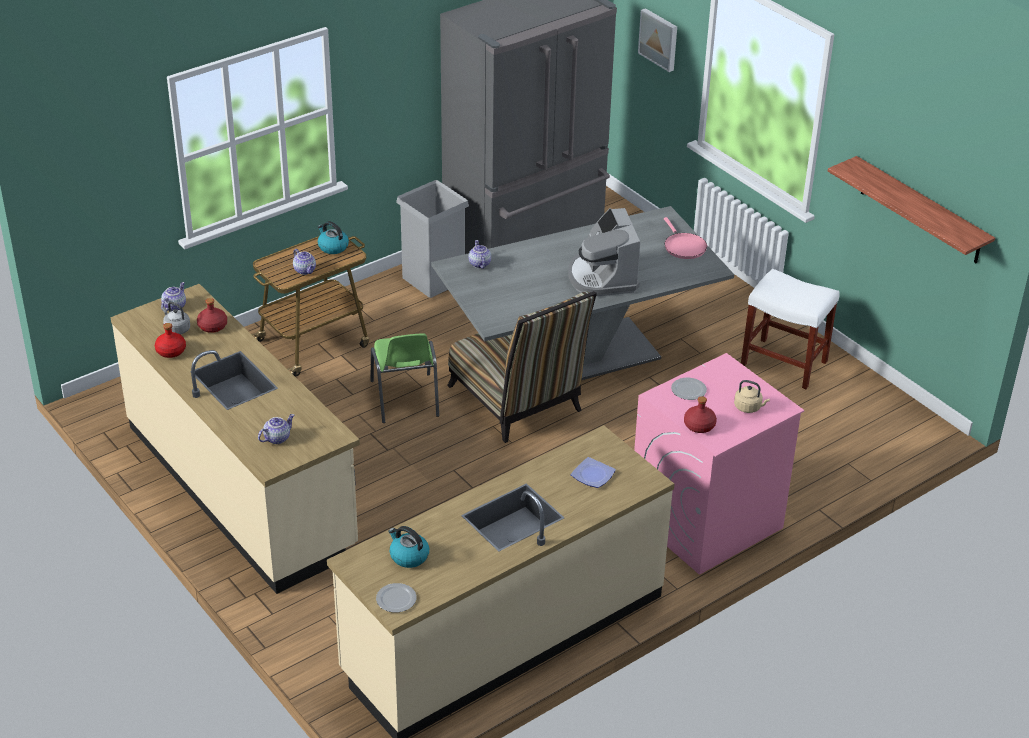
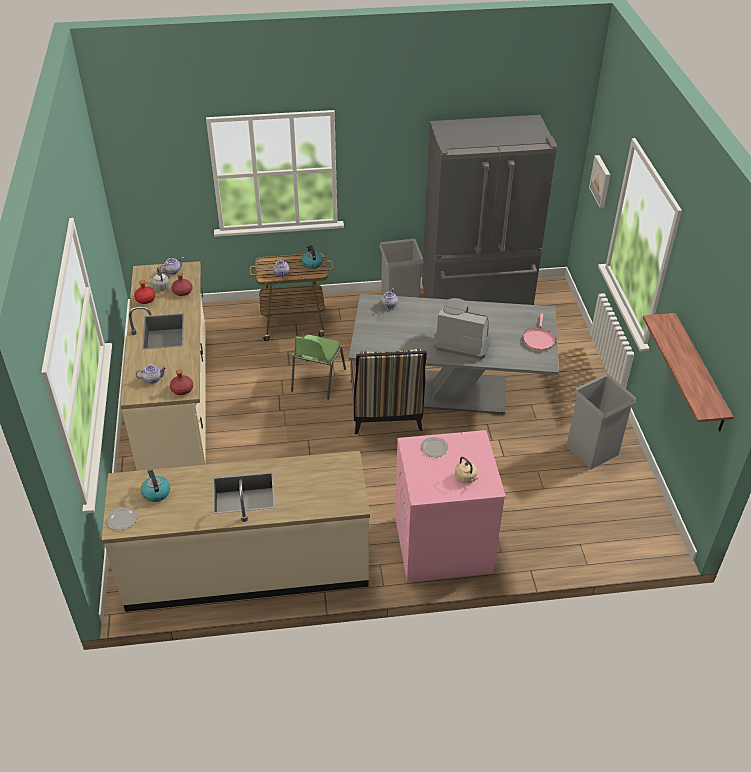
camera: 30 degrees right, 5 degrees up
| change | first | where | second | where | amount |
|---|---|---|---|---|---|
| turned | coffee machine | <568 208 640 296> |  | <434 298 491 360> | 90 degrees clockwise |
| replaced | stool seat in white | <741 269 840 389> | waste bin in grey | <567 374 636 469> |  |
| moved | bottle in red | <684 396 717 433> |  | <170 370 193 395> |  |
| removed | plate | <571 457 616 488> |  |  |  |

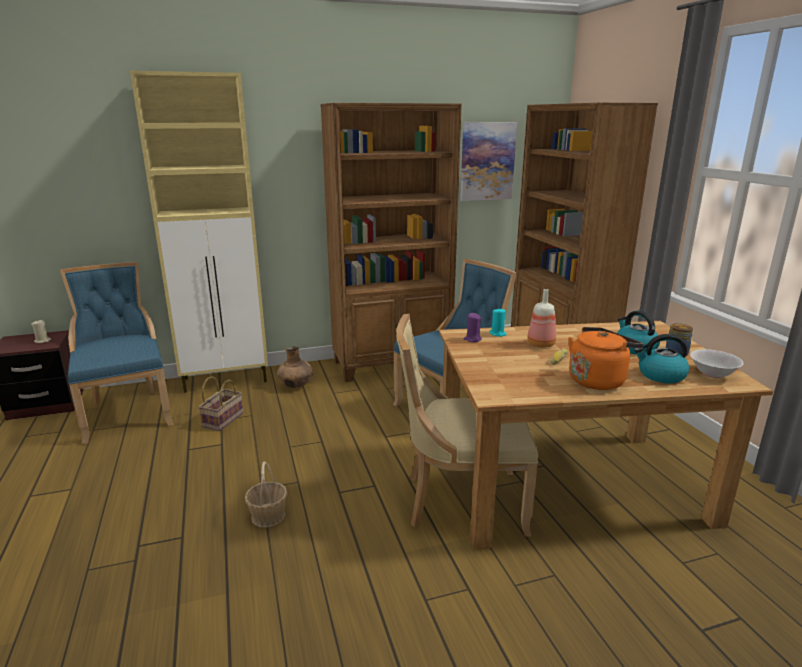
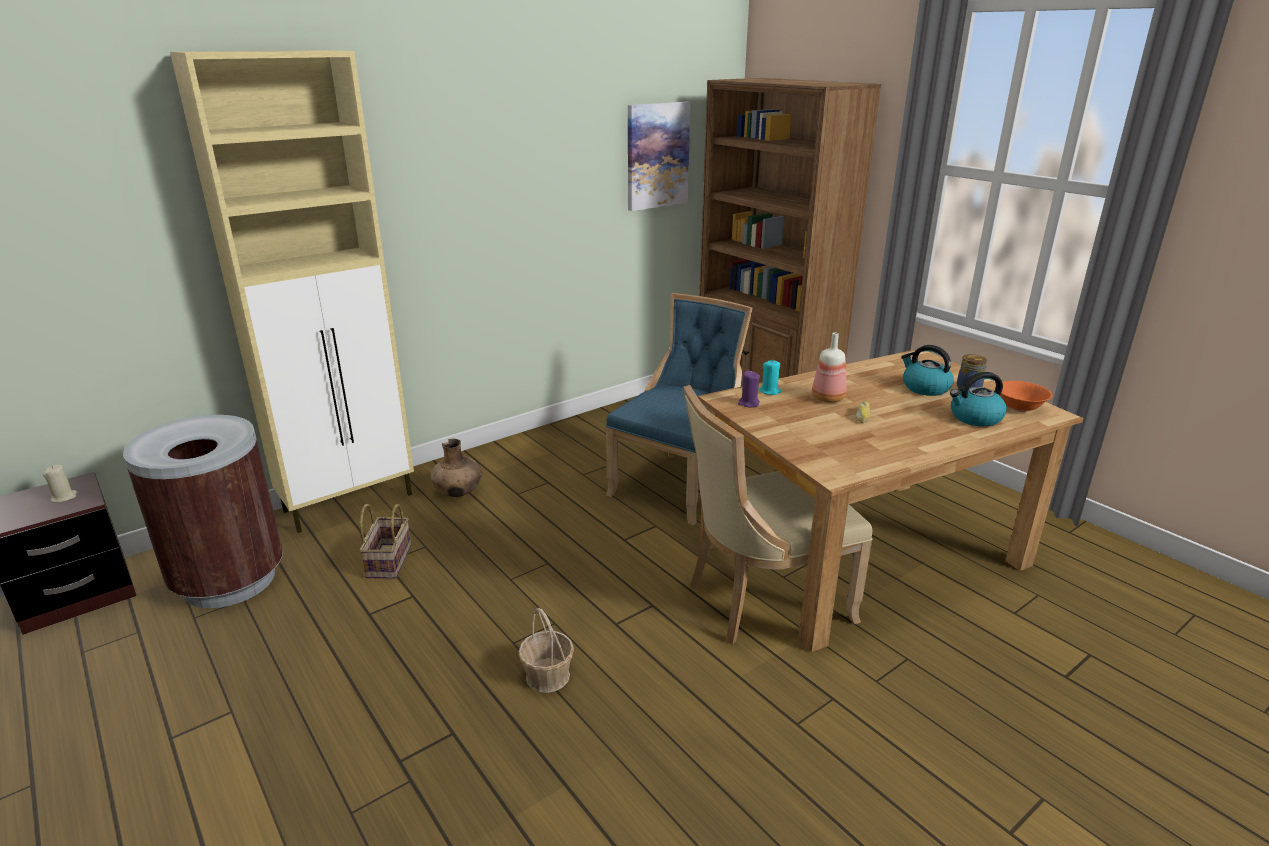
camera: 20 degrees left, 5 degrees up
| change | first | where | second | where | amount |
|---|---|---|---|---|---|
| removed | bookcase in brownish | <321 103 462 382> |  |  |  |
| replaced | upright chair in blue-coloured | <60 262 174 444> | waste bin in brownish | <123 415 283 608> |  |
| removed | tea kettle in orange | <569 327 643 390> |  |  |  |
| recoloured | serving bowl in white | <690 349 744 378> | serving bowl in orange | <1000 381 1052 412> |  |

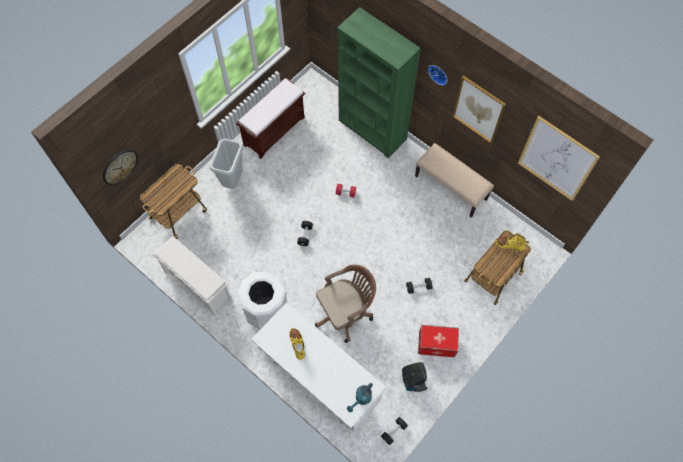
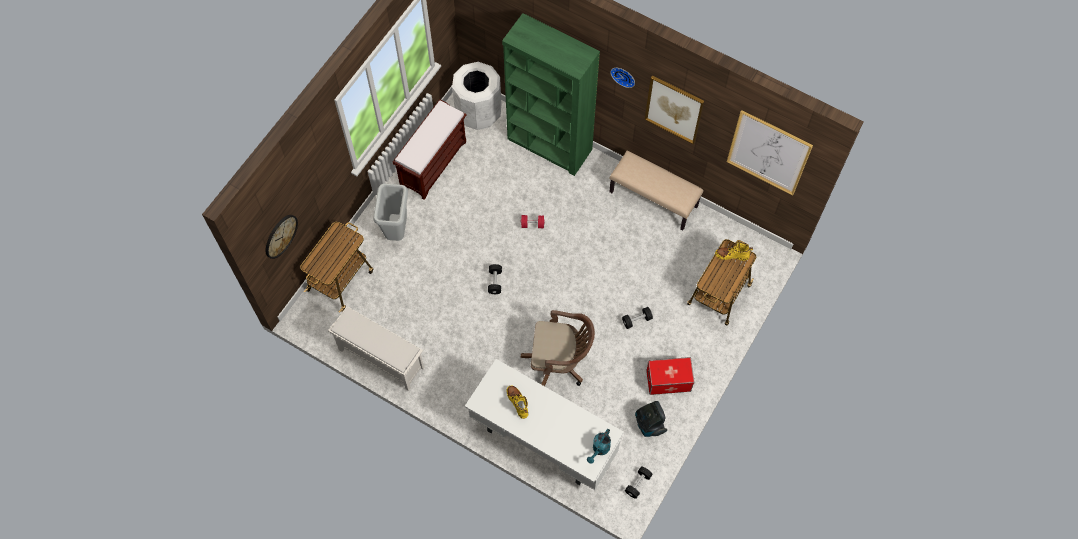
camera: 10 degrees left, 0 degrees up
| change | first | where | second | where | amount |
|---|---|---|---|---|---|
| turned | desk chair in brownish | <315 264 376 343> |  | <521 310 595 386> | 45 degrees clockwise |
| moved | waste bin in white | <238 271 288 330> |  | <452 62 501 130> |  |

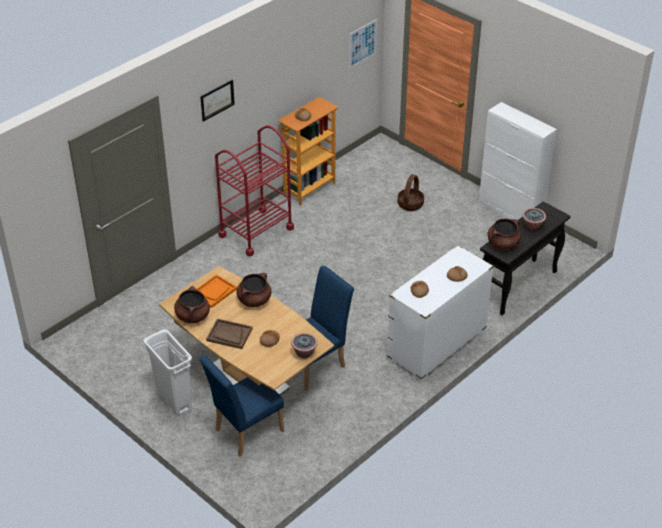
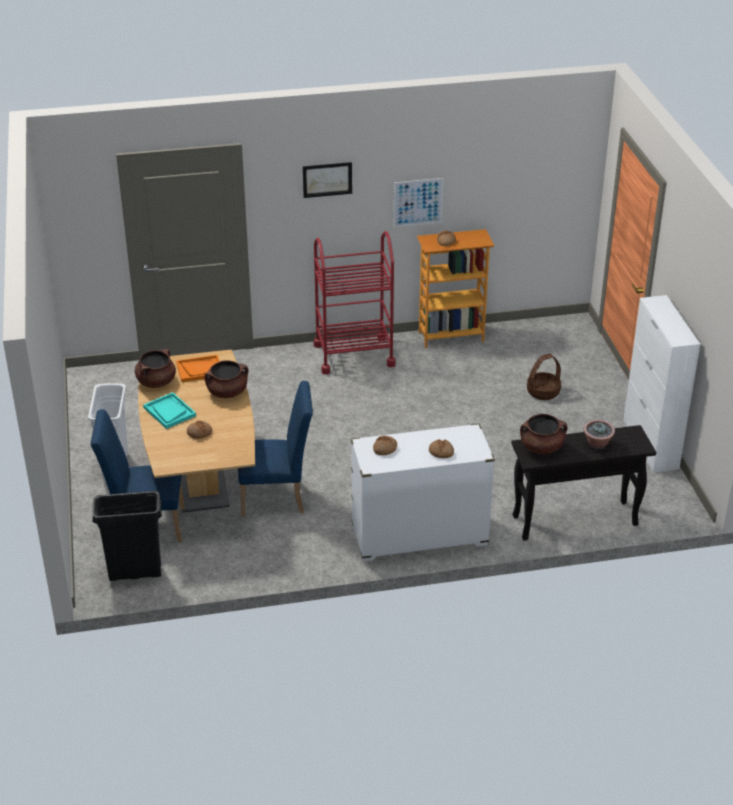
camera: 35 degrees right, 5 degrees down
| change | first | where | second | where | amount |
|---|---|---|---|---|---|
| moved | picture | <349 19 377 69> |  | <394 178 444 227> |  |
| recoloured | tray in brownish | <206 319 253 349> | tray in turquoise-coloured | <143 392 196 429> |  |
| removed | potted plant | <291 333 318 358> |  |  |  |
| added |  |  | waste bin in black | <92 491 162 581> |  |

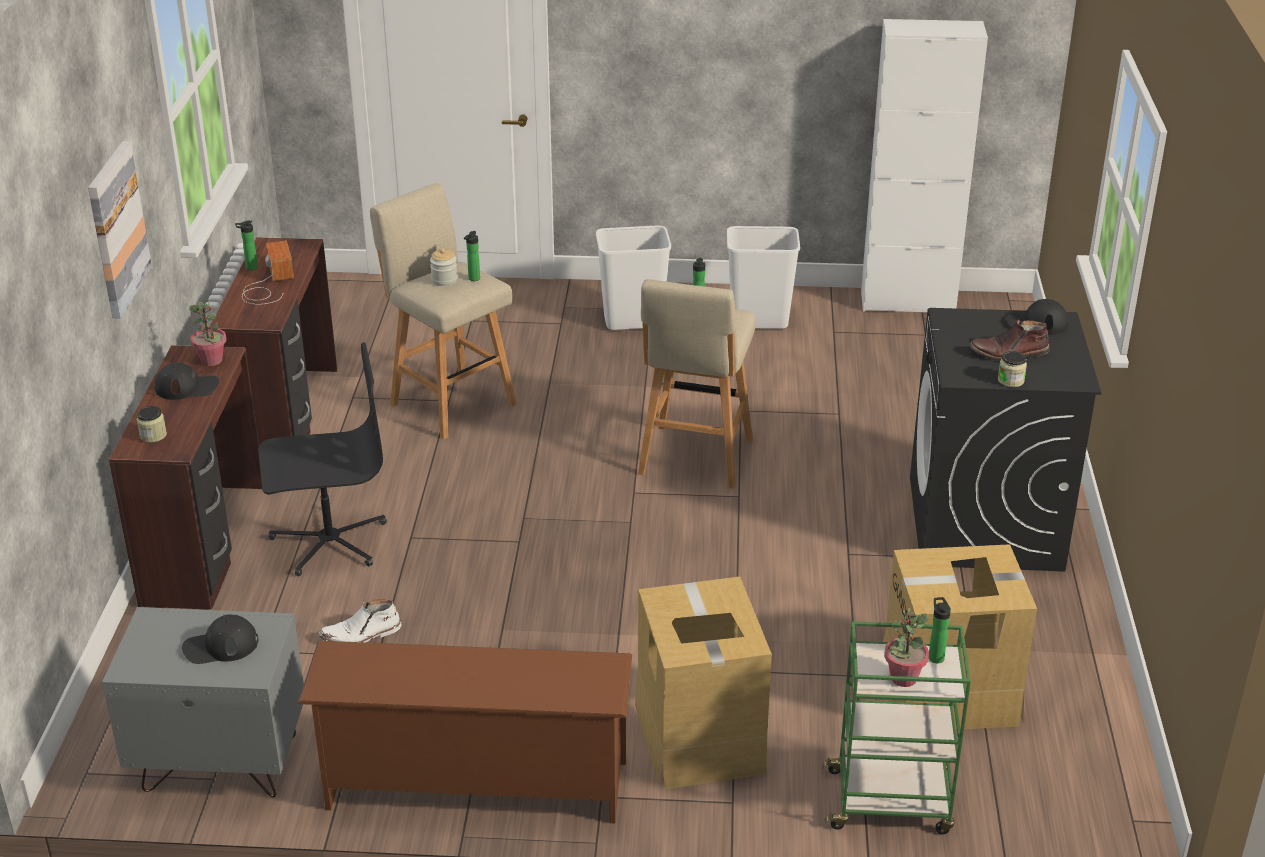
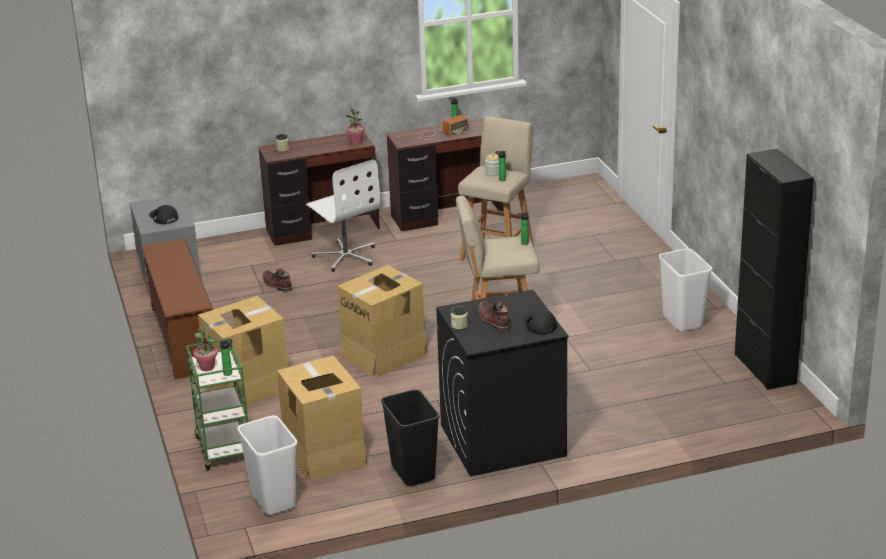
camera: 70 degrees right, 5 degrees down
| change | first | where | second | where | amount |
|---|---|---|---|---|---|
| recoloured | cupboard in white | <861 19 988 312> | cupboard in black | <735 149 814 390> |  |
| removed | picture | <88 141 152 319> |  |  |  |
| moved | waste bin in white | <596 226 671 330> |  | <237 416 297 515> |  |
| recoloured | desk chair in black | <258 342 387 576> | desk chair in white | <306 159 381 272> |  |
| removed | cap in black | <155 363 219 400> |  |  |  |
| recoloured | tall boot in white | <319 599 401 642> | tall boot in brownish | <263 269 293 292> |  |
| added |  |  | cardboard box | <337 265 428 377> |  |
| added |  |  | waste bin in black | <381 389 440 486> |  |

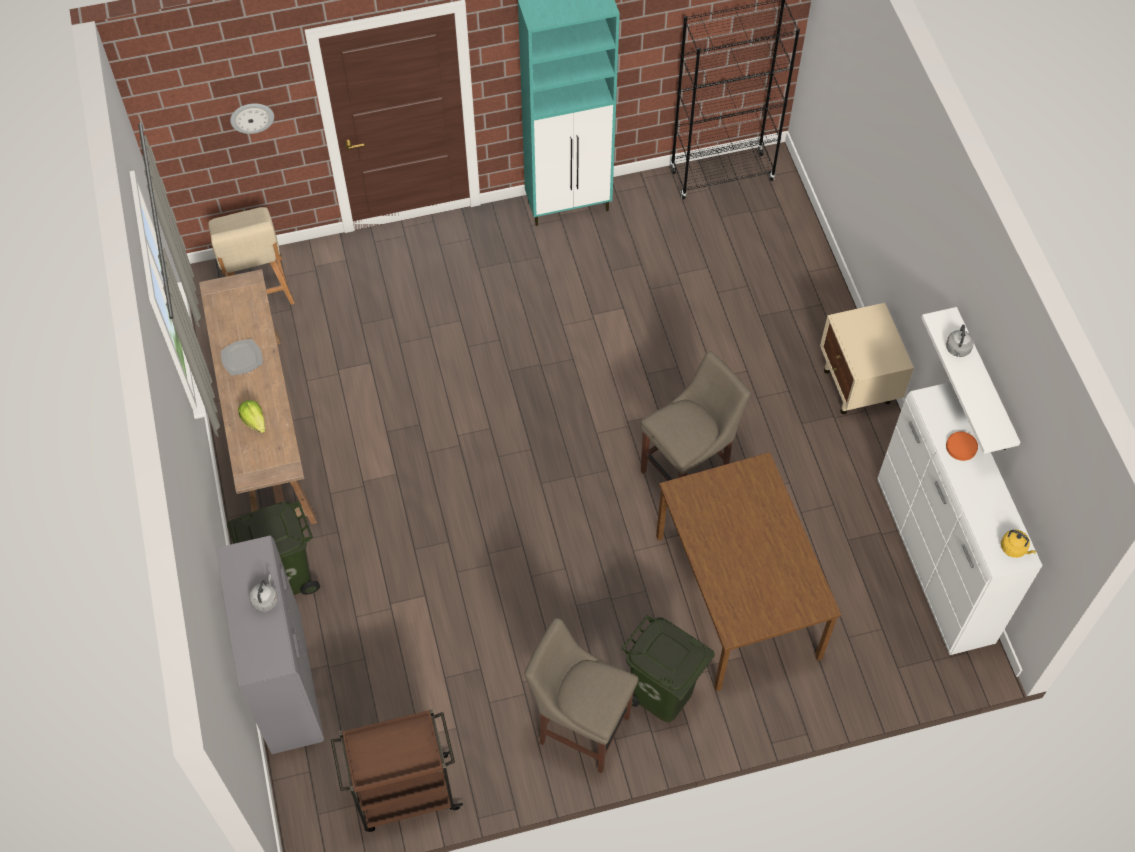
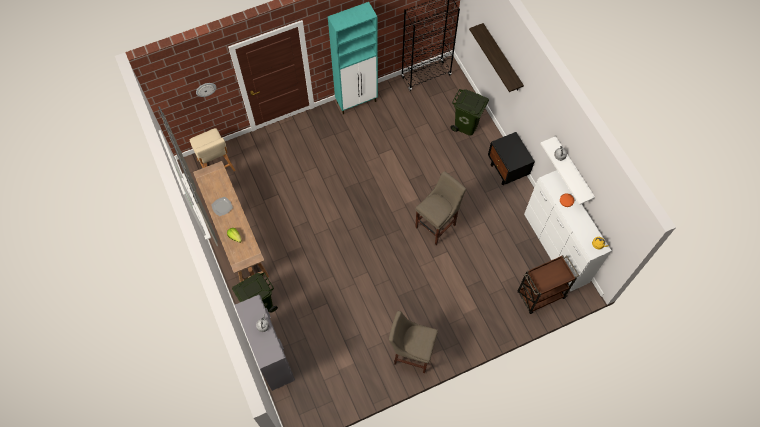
camera: 10 degrees left, 5 degrees up
| change | first | where | second | where | amount |
|---|---|---|---|---|---|
| recoloured | bedside table in sand-coloured | <820 303 914 414> | bedside table in black | <488 132 535 185> |  |
| removed | kitchen table in brownish | <656 452 841 691> |  |  |  |
| moved | waste bin in green-coloured | <621 615 715 722> |  | <450 89 489 136> |  |
| moved | cart in brownish | <331 709 463 832> |  | <517 255 579 314> |  |
| added |  |  | wall shelf | <469 23 524 92> |  |

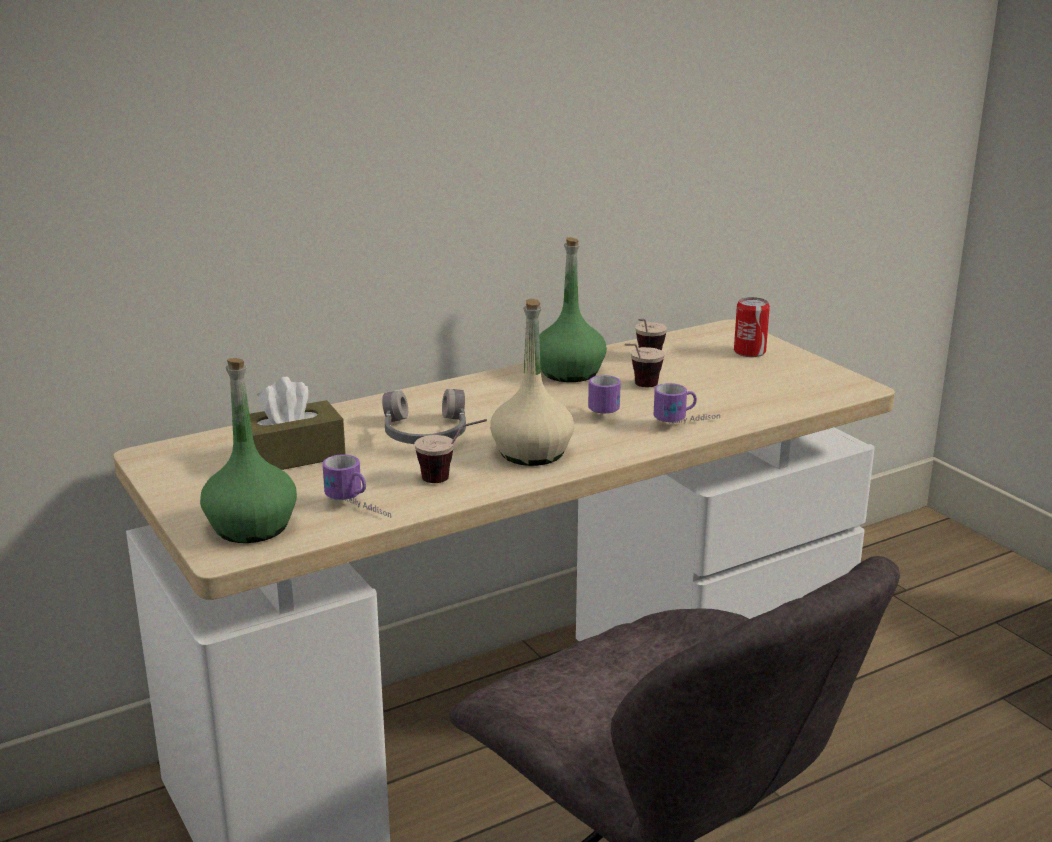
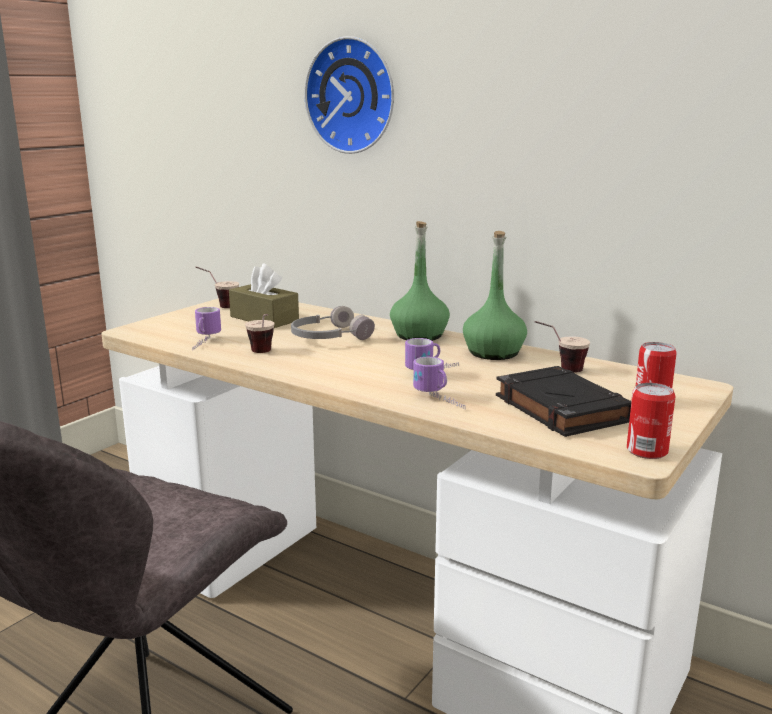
camera: 65 degrees right, 5 degrees down
| change | first | where | second | where | amount |
|---|---|---|---|---|---|
| removed | bottle in sand-coloured | <490 299 574 466> |  |  |  |
| moved | drinking cup | <624 344 665 387> |  | <195 266 239 308> |  |
| moved | bottle in green-coloured | <200 358 297 543> |  | <390 221 450 341> |  |
| added |  |  | hanging clock | <304 36 394 154> |  |
| added |  |  | book in black | <496 366 631 437> |  |
| added |  |  | can | <627 382 676 459> |  |

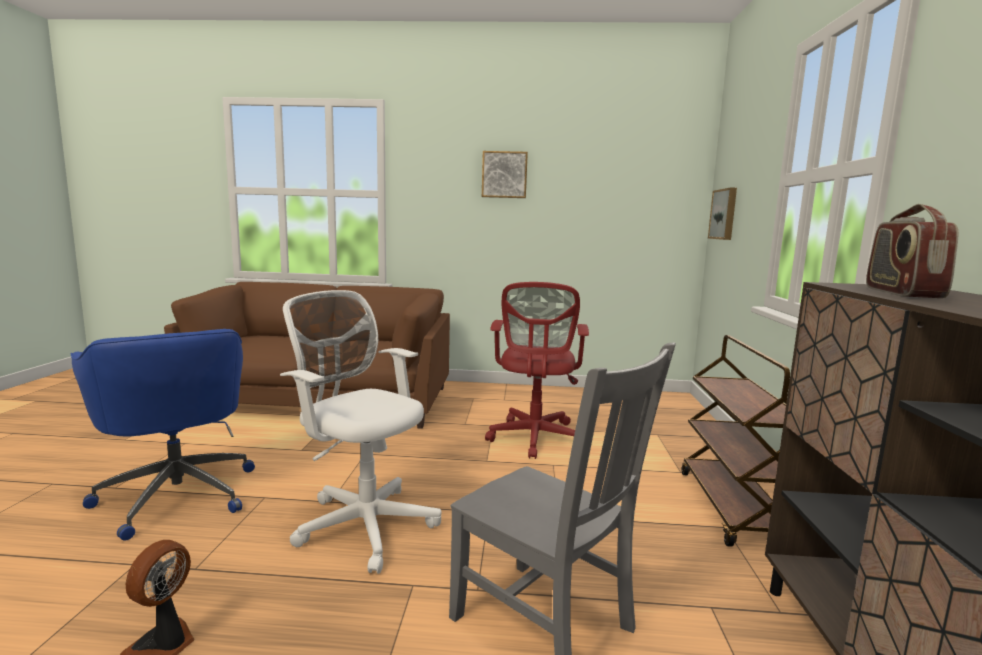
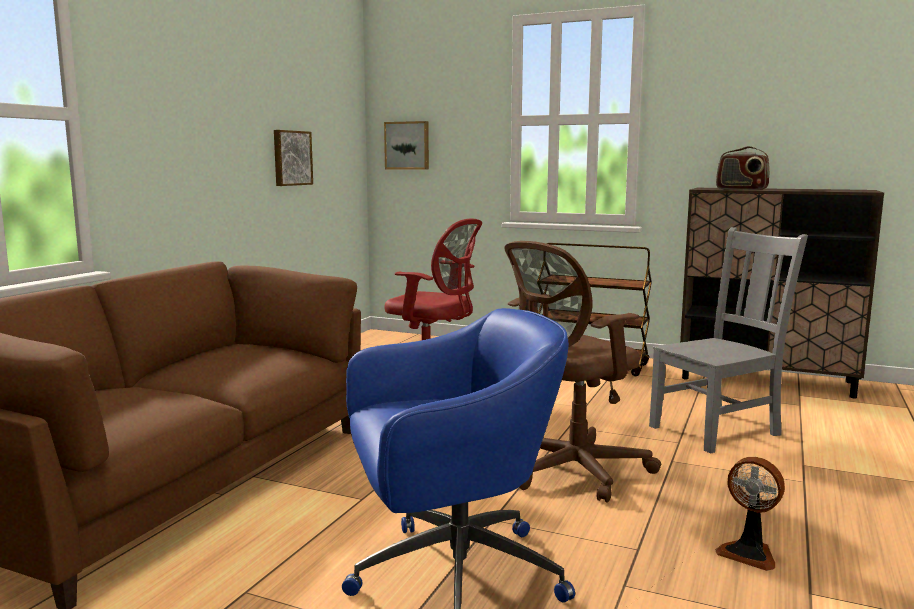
camera: 70 degrees left, 0 degrees up
| change | first | where | second | where | amount |
|---|---|---|---|---|---|
| moved | picture | <482 151 528 198> |  | <274 130 313 186> |  |
| recoloured | desk chair in white | <280 290 442 574> | desk chair in brownish | <504 241 661 503> |  |

